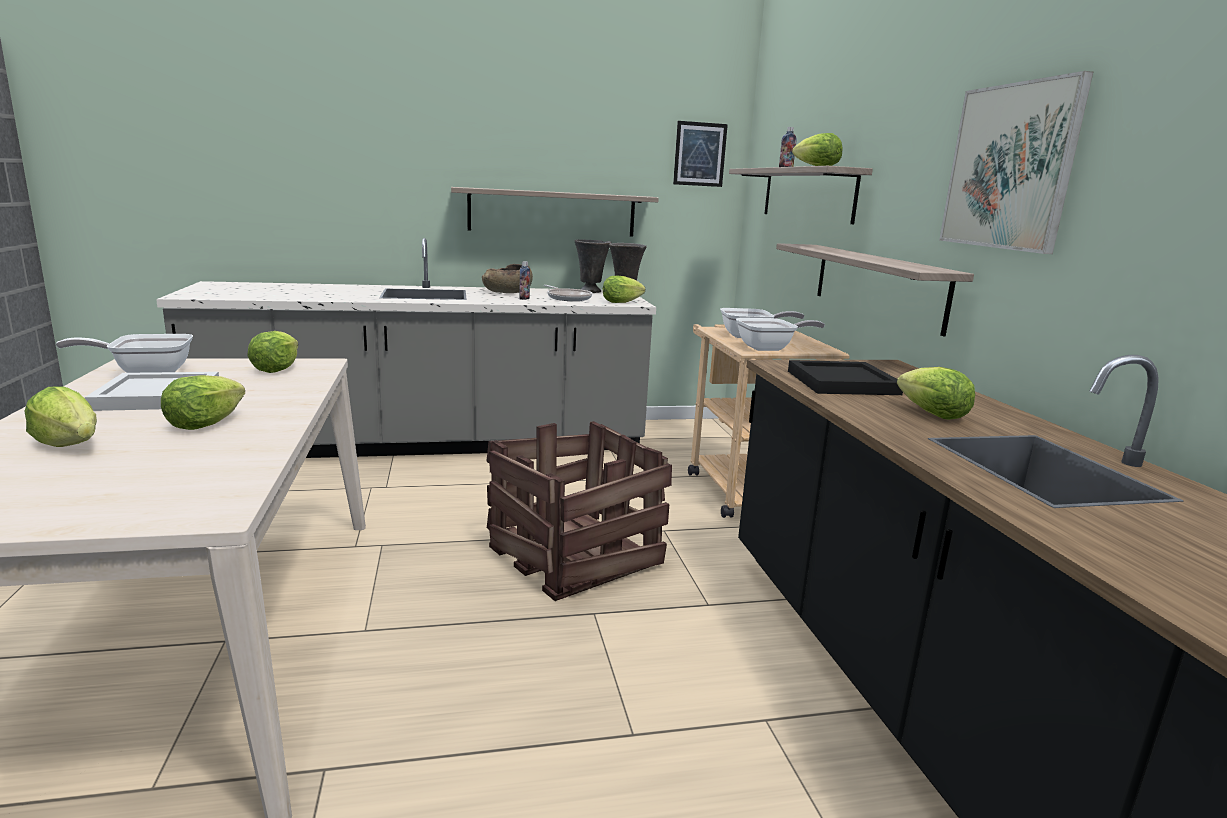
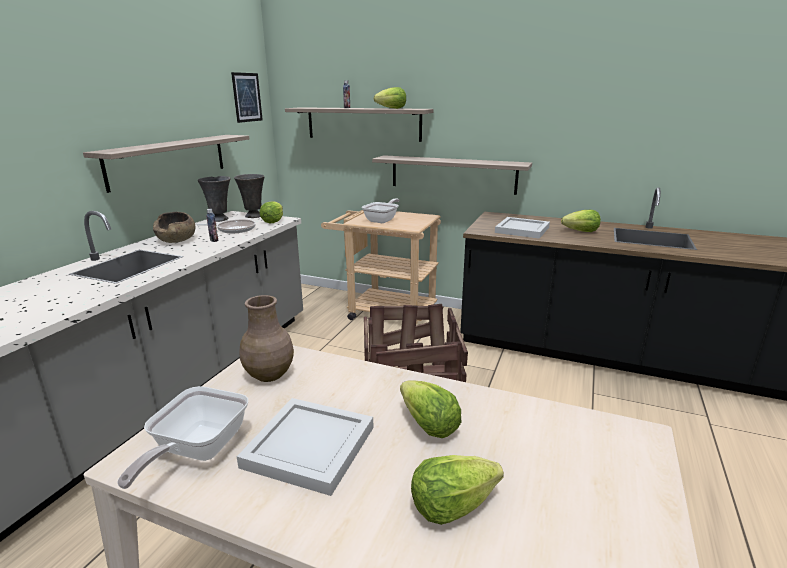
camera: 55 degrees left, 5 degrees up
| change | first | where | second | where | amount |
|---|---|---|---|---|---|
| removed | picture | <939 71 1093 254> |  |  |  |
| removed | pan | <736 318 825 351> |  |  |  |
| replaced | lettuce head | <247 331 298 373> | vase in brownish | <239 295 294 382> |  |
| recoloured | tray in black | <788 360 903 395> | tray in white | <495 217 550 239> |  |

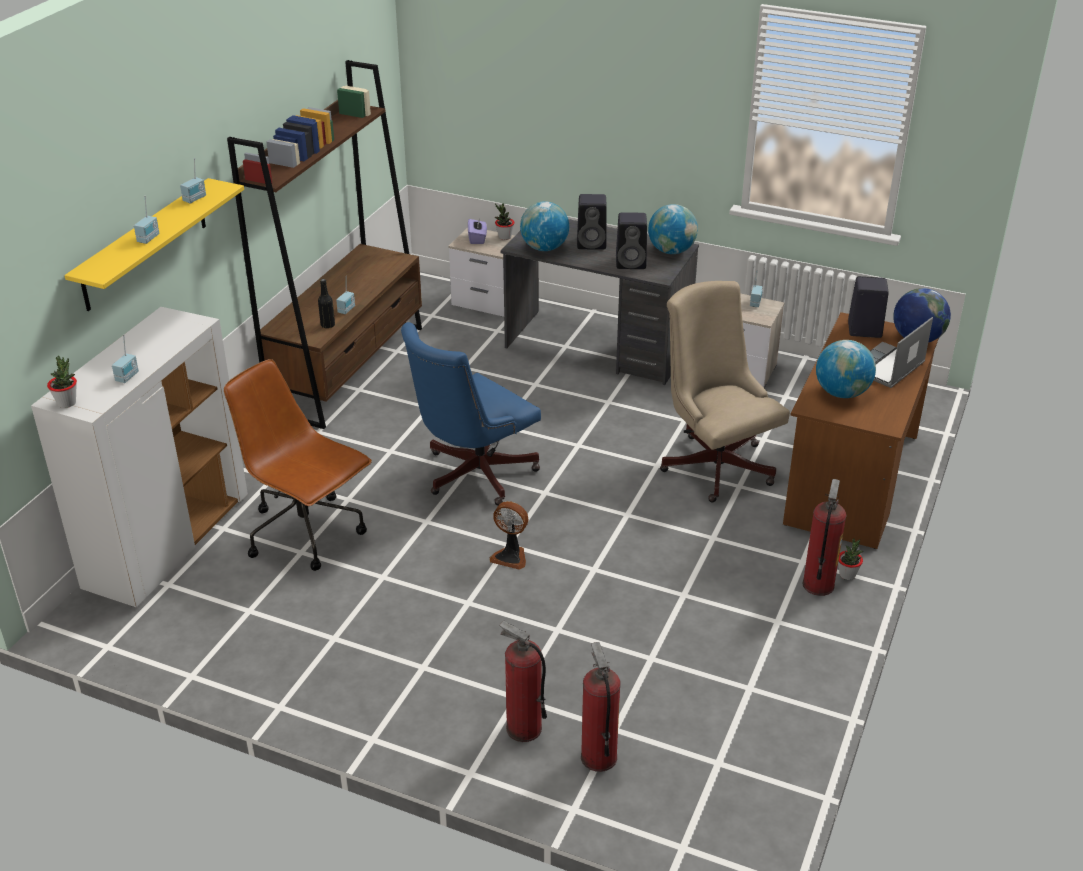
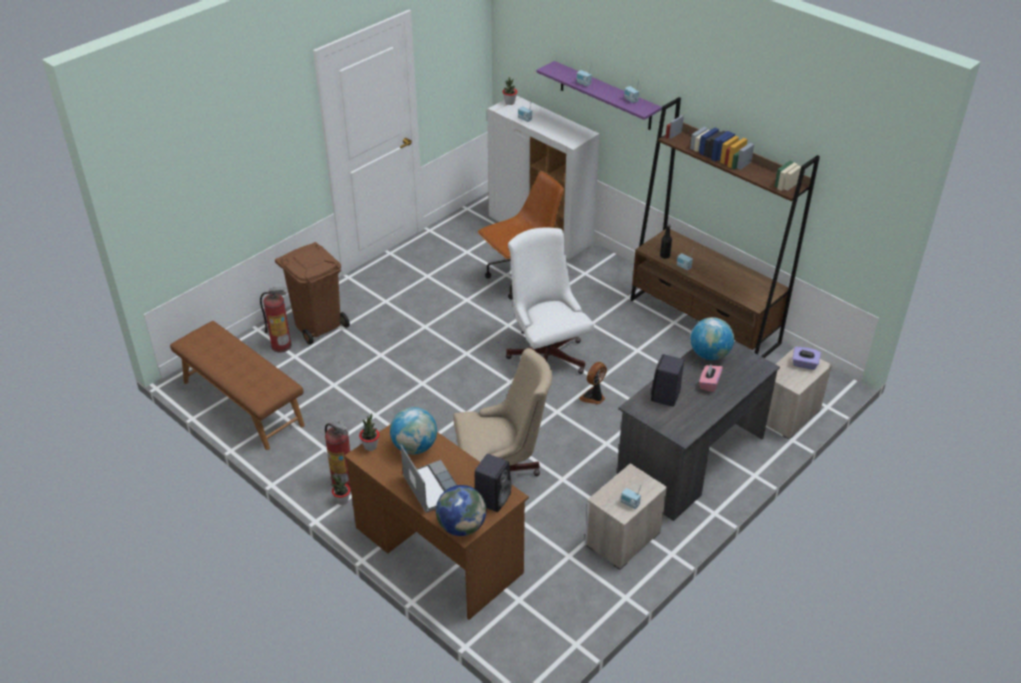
camera: 110 degrees right, 5 degrees up
| change | first | where | second | where | amount |
|---|---|---|---|---|---|
| recoloured | wall shelf in yellowish | <64 178 244 311> | wall shelf in purple-coloured | <536 61 662 130> |  |
| replaced | audio speaker in black | <577 194 607 250> | box of tissues in pinkish | <699 365 723 392> |  |
| moved | potted plant | <495 203 514 240> |  | <359 413 379 451> |  |
| removed | world globe | <648 204 698 254> |  |  |  |
| recoloured | desk chair in blue-coloured | <401 322 541 506> | desk chair in white | <506 228 594 374> |  |
| moved | cooling fan | <489 501 529 570> |  | <579 362 607 404> |  |
| replaced | extinguisher | <500 621 547 742> | waste bin in brownish | <275 242 350 345> |  |
| added |  |  | indoor bench in brownish | <170 321 305 450> |  |

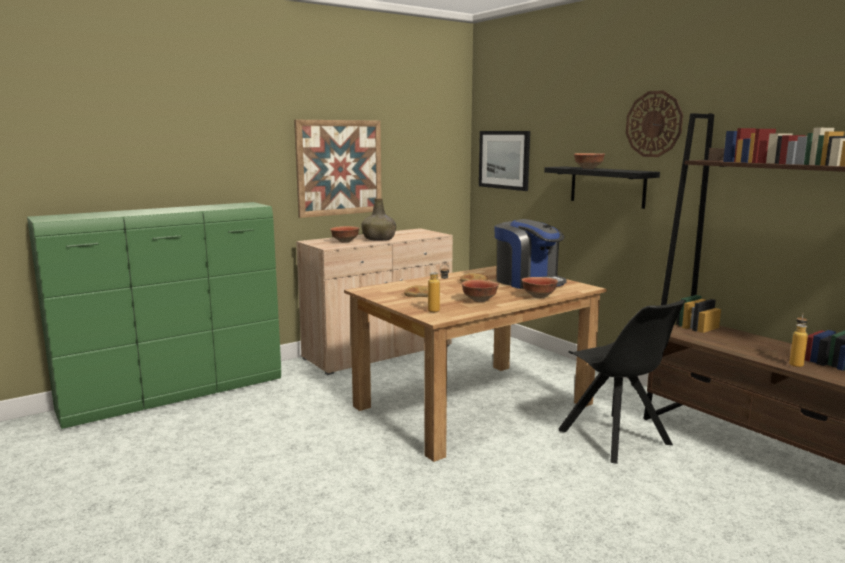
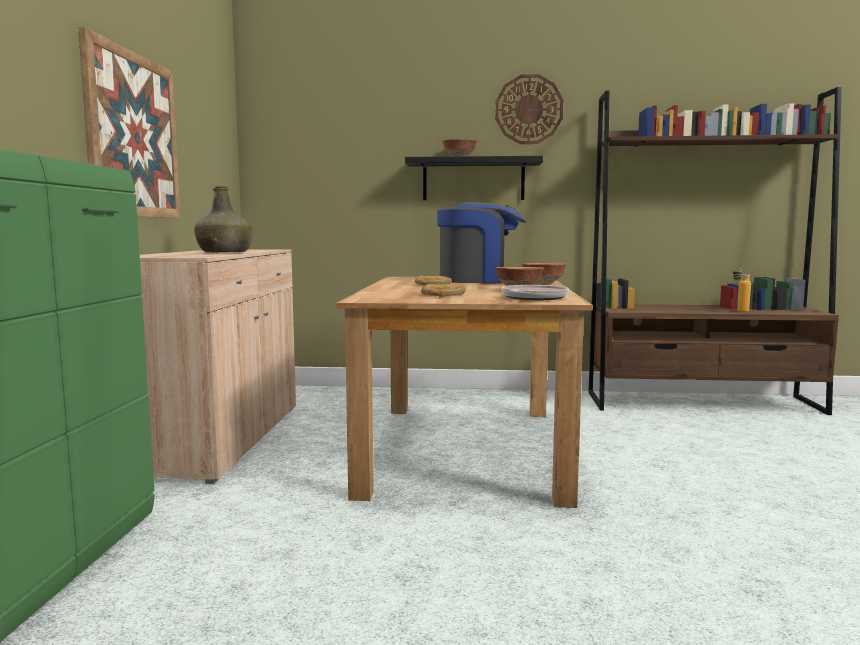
camera: 50 degrees left, 5 degrees down
| change | first | where | second | where | amount |
|---|---|---|---|---|---|
| removed | picture | <479 131 530 191> |  |  |  |
| removed | serving bowl | <330 226 360 243> |  |  |  |
| replaced | bottle | <428 264 450 312> | pan | <502 285 569 300> |  |
| removed | upright chair in black | <559 300 685 464> |  |  |  |

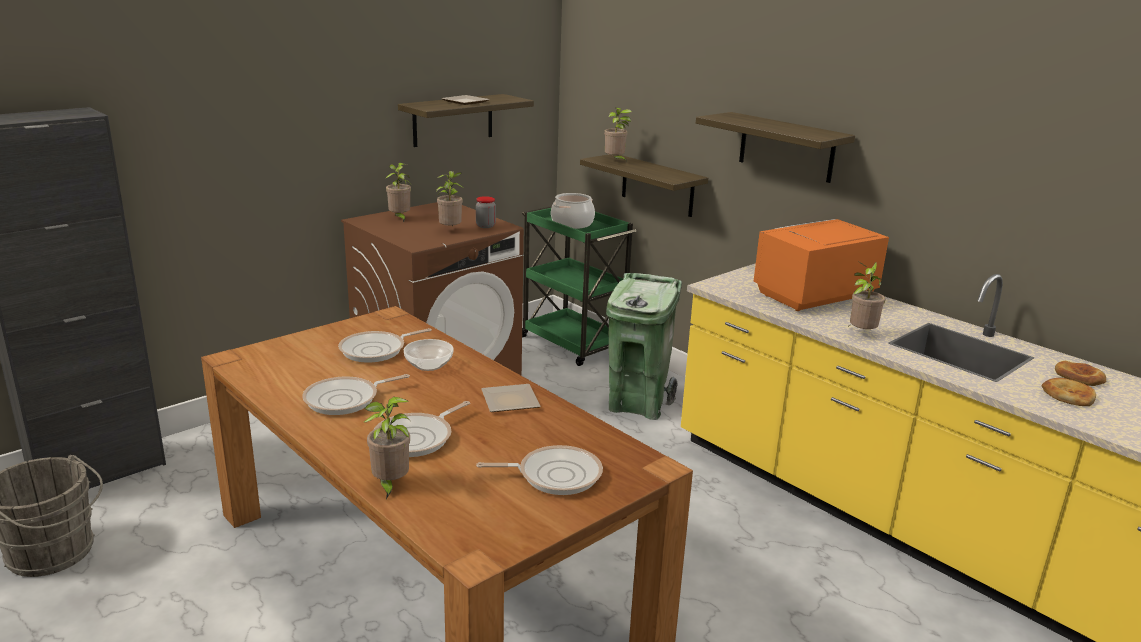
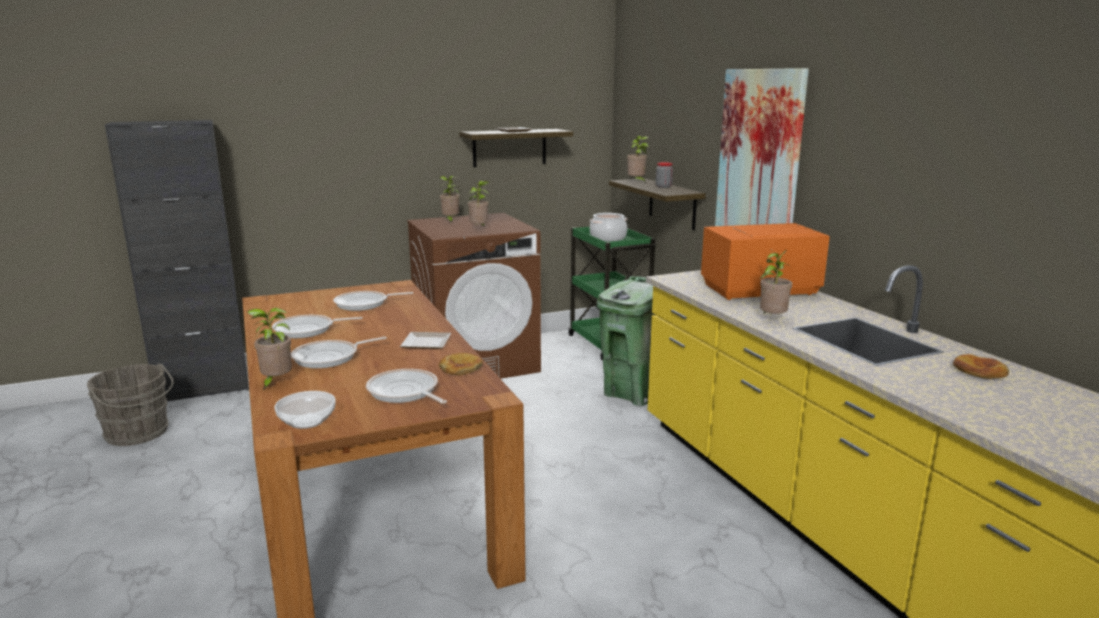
camera: 20 degrees right, 5 degrees down
| change | first | where | second | where | amount |
|---|---|---|---|---|---|
| replaced | wall shelf | <696 112 855 183> | picture | <715 68 809 226> |  |
| moved | jar | <476 196 496 228> |  | <656 162 673 188> |  |
| moved | serving bowl | <404 339 454 371> |  | <274 391 336 429> |  |
| moved | bakery bread | <1042 378 1096 406> |  | <439 353 483 376> |  |
| turned | pan | <476 445 603 495> |  | <366 369 447 404> | 150 degrees counterclockwise |

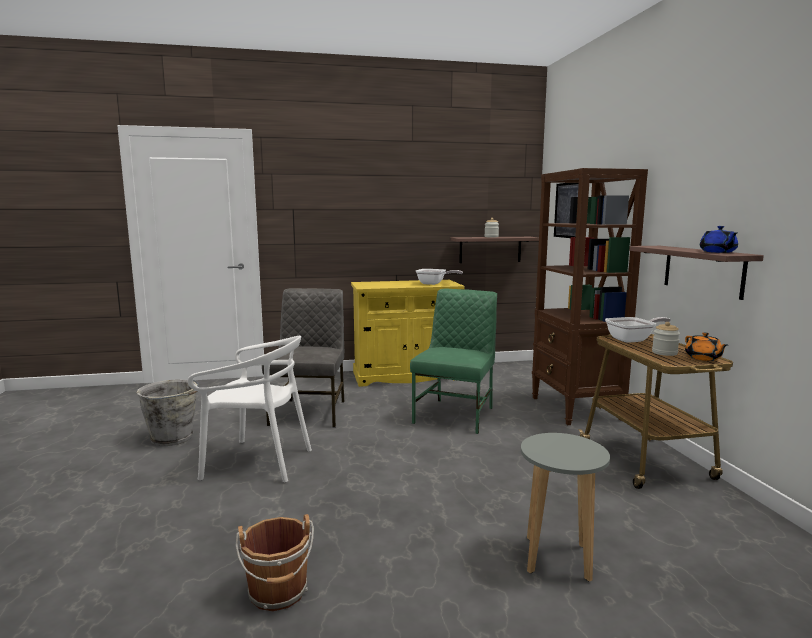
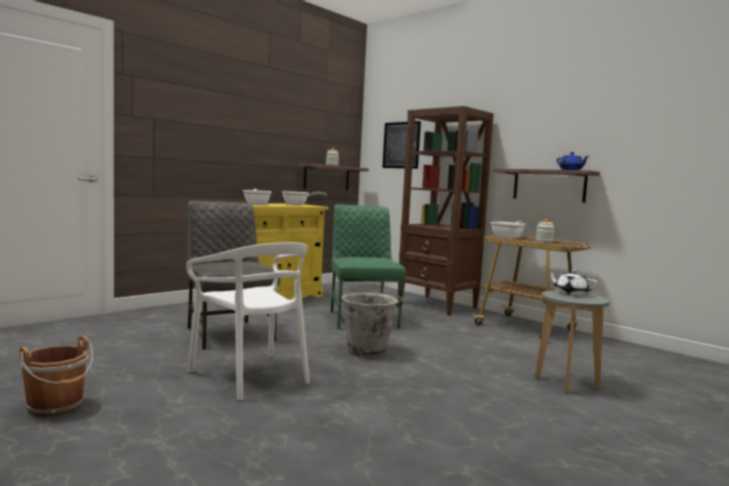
camera: 35 degrees left, 5 degrees down
| change | first | where | second | where | amount |
|---|---|---|---|---|---|
| removed | teapot in orange | <685 332 727 361> |  |  |  |
| turned | upright chair in white | <188 336 312 483> |  | <186 242 310 401> | 75 degrees clockwise |
| moved | pail in grey | <136 379 199 446> |  | <341 292 405 358> |  |
| moved | pail in brownish | <236 514 314 611> |  | <19 336 93 417> |  |
| added |  |  | pan | <243 189 272 205> |  |
| added |  |  | teapot in white | <548 270 598 296> |  |

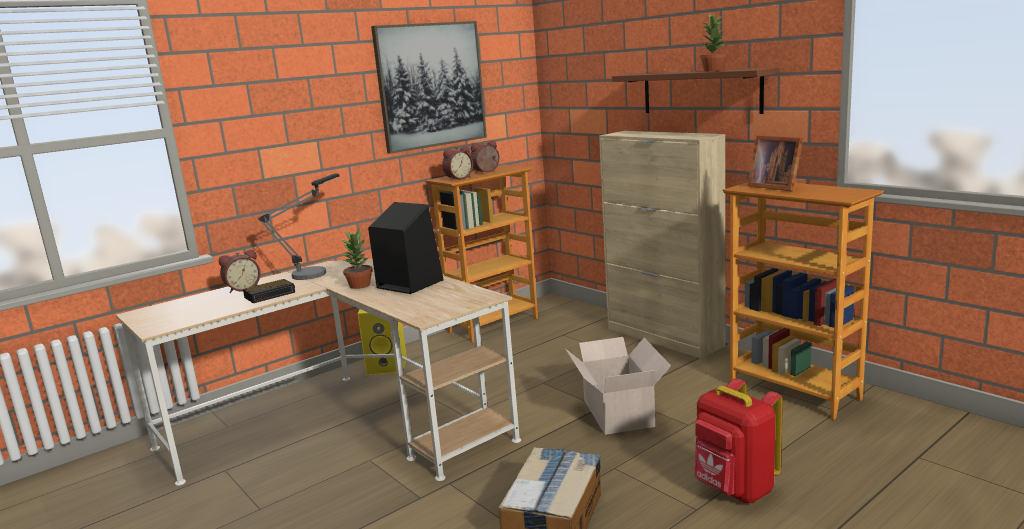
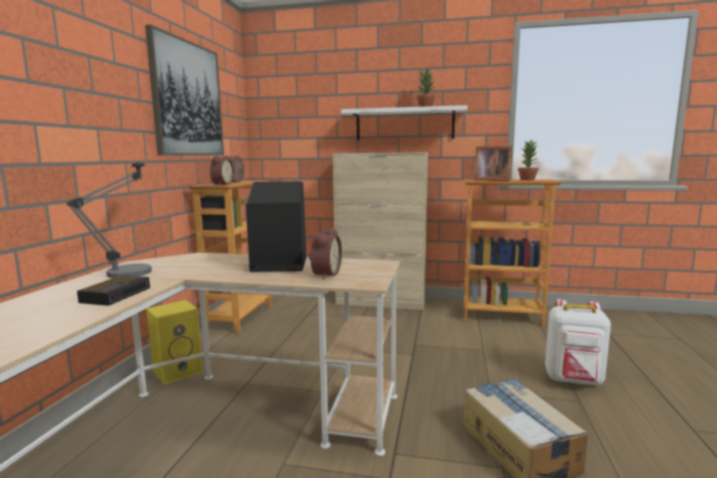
camera: 40 degrees left, 5 degrees down
| change | first | where | second | where | amount |
|---|---|---|---|---|---|
| recoloured | wall shelf in brownish | <612 67 779 114> | wall shelf in white | <341 105 468 140> |  |
| moved | potted plant | <340 228 373 289> |  | <518 140 539 180> |  |
| moved | alarm clock | <219 249 261 293> |  | <309 228 342 279> |  |
| removed | cardboard box | <565 337 671 435> |  |  |  |
| recoloured | rucksack in red | <694 378 783 503> | rucksack in white | <545 299 611 386> |  |

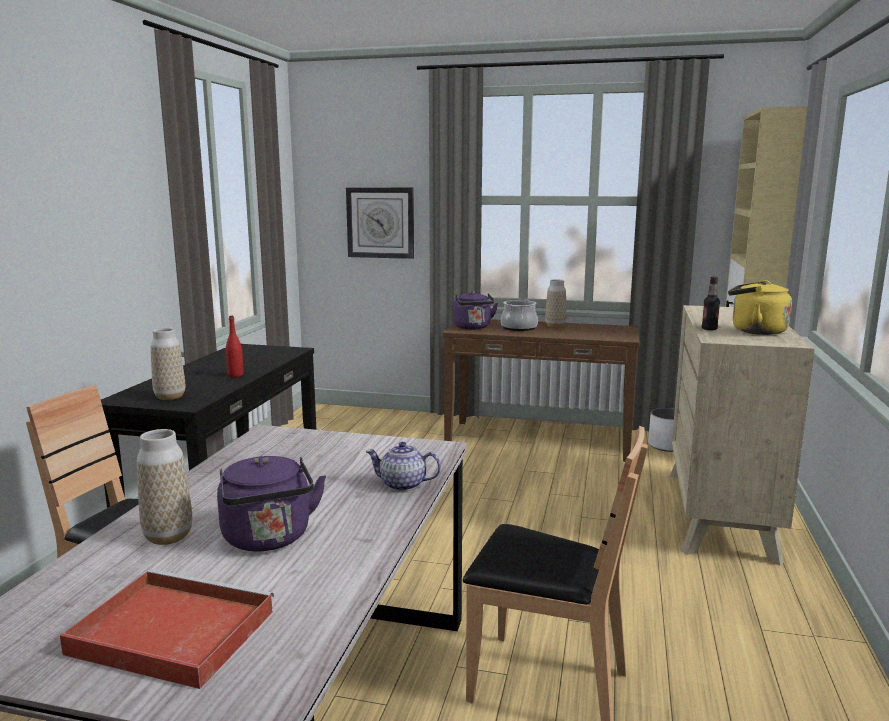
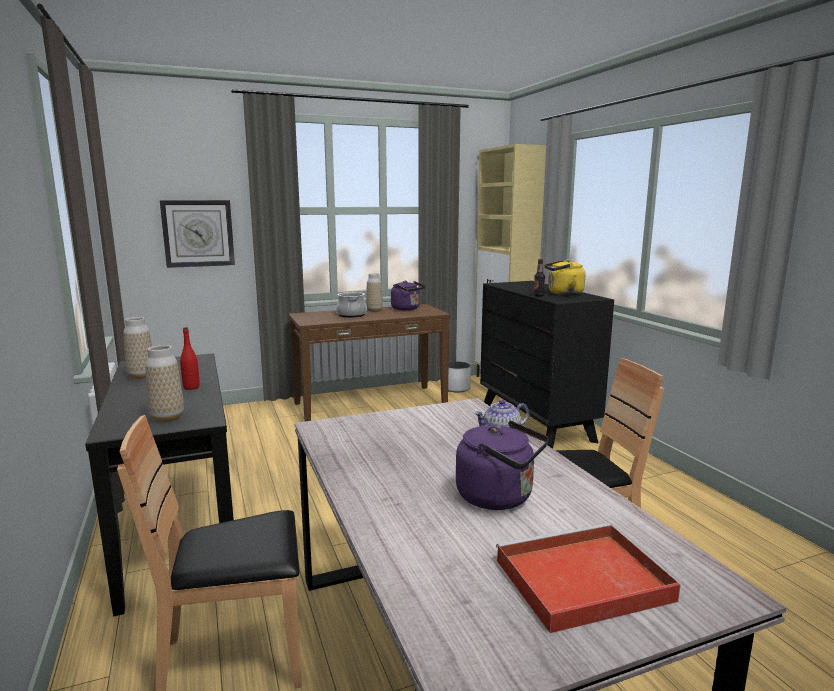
camera: 35 degrees left, 0 degrees up
| change | first | where | second | where | amount |
|---|---|---|---|---|---|
| moved | tea kettle in purple-coloured | <453 291 498 329> |  | <391 281 426 310> |  |
| recoloured | chest of drawers in sand-coloured | <670 305 814 566> | chest of drawers in black | <480 281 614 449> |  |
| moved | vase | <137 429 192 545> |  | <123 317 152 379> |  |

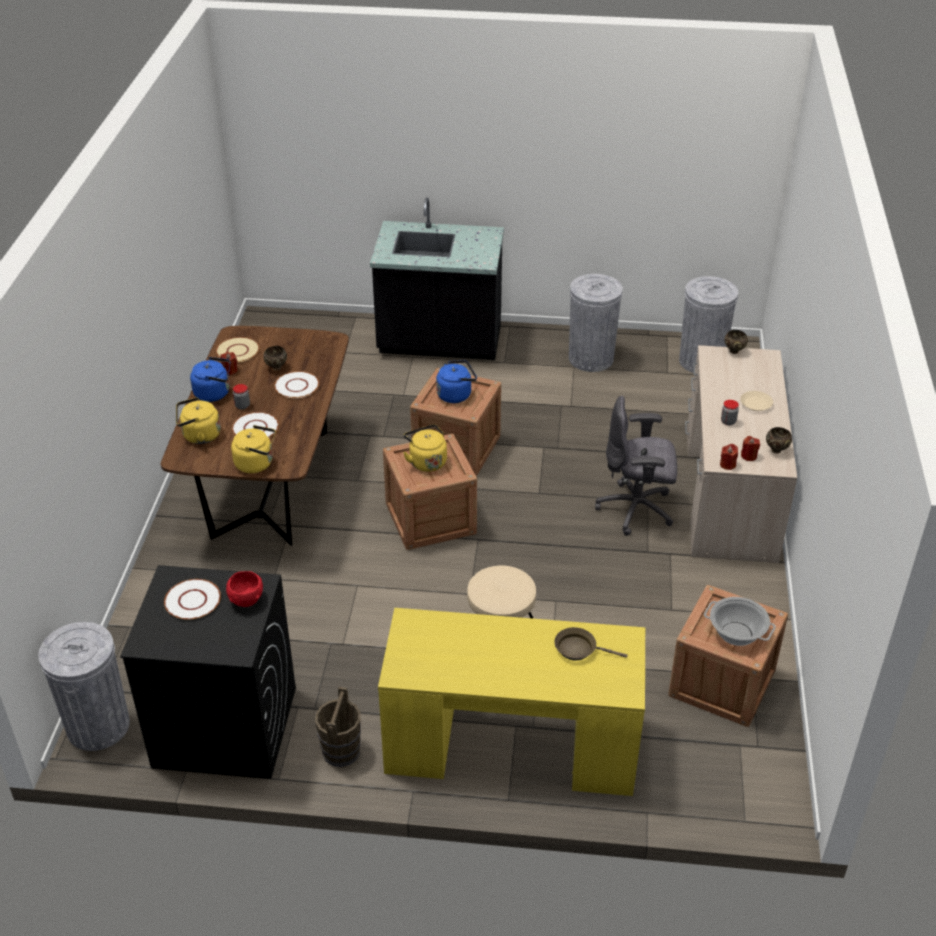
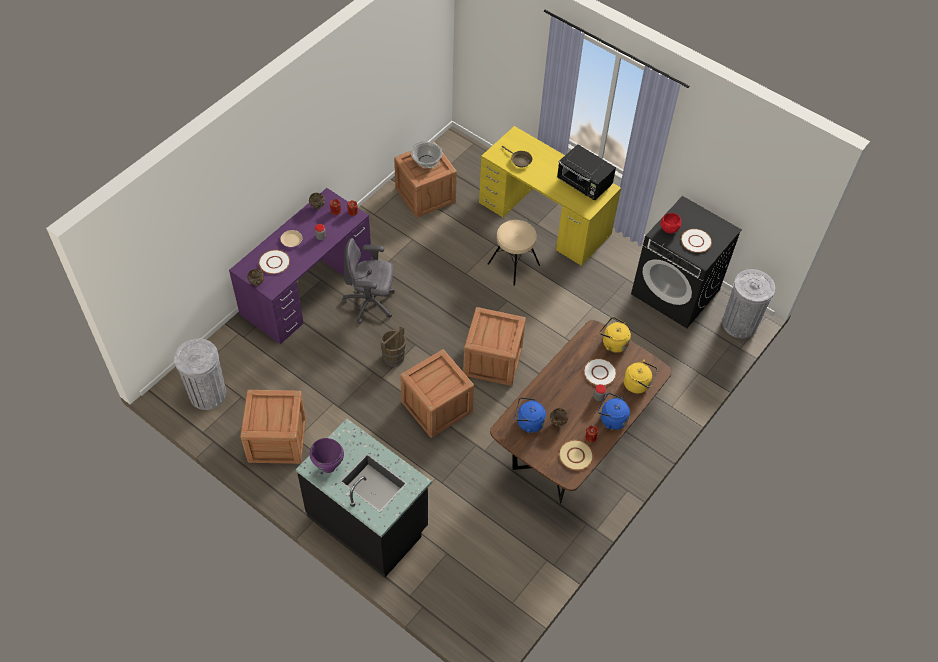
camera: 150 degrees left, 15 degrees up
| change | first | where | second | where | amount |
|---|---|---|---|---|---|
| replaced | waste bin in grey | <569 274 623 372> | packing crate | <240 390 306 464> |  |
| recoloured | desk unit in sand-coloured | <685 345 797 563> | desk unit in purple-coloured | <229 188 372 344> |  |
| moved | tea kettle in blue-coloured | <436 360 477 403> |  | <515 397 546 433> |  |
| moved | plate in white | <274 371 319 398> |  | <259 250 290 274> |  |
| turned | desk chair in grey | <595 396 677 536> |  | <343 238 395 324> | 150 degrees clockwise |
| removed | tea kettle in yellowish | <403 424 447 472> |  |  |  |
| moved | pail in brownish | <315 687 361 767> |  | <380 325 406 367> |  |
| added |  |  | microwave oven in black | <557 144 616 201> |  |
| added |  |  | cooking pot in purple-coloured | <310 438 344 473> |  |

